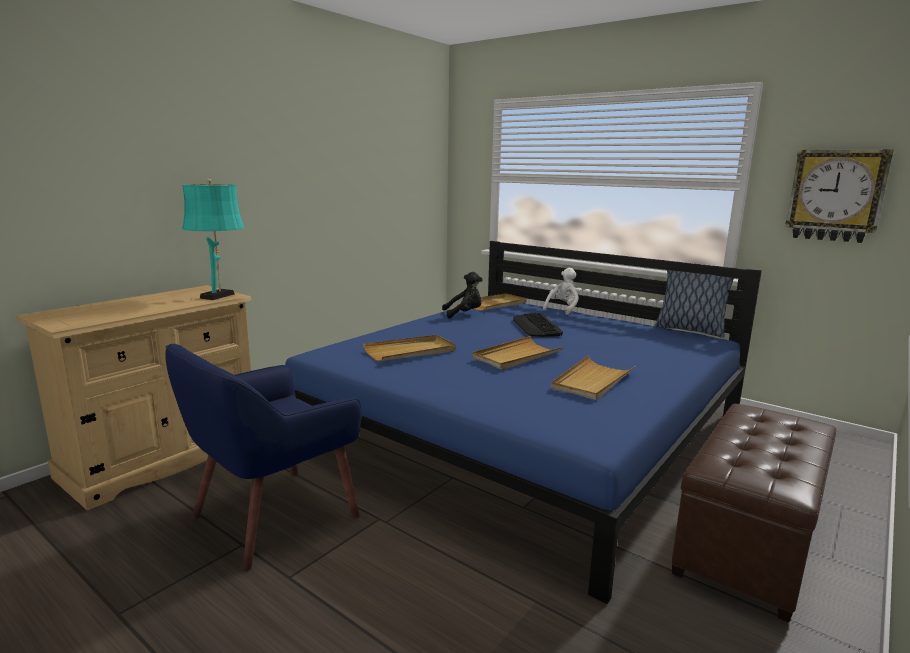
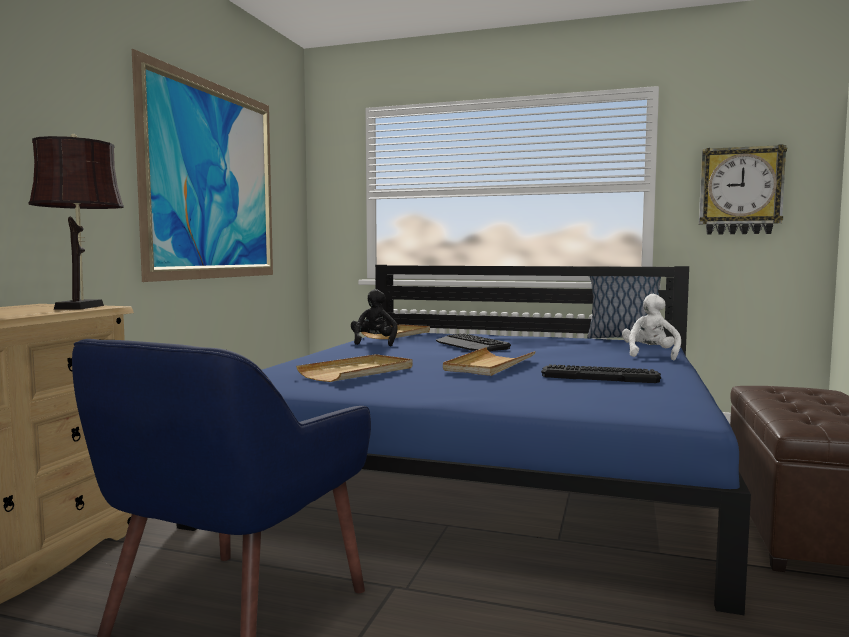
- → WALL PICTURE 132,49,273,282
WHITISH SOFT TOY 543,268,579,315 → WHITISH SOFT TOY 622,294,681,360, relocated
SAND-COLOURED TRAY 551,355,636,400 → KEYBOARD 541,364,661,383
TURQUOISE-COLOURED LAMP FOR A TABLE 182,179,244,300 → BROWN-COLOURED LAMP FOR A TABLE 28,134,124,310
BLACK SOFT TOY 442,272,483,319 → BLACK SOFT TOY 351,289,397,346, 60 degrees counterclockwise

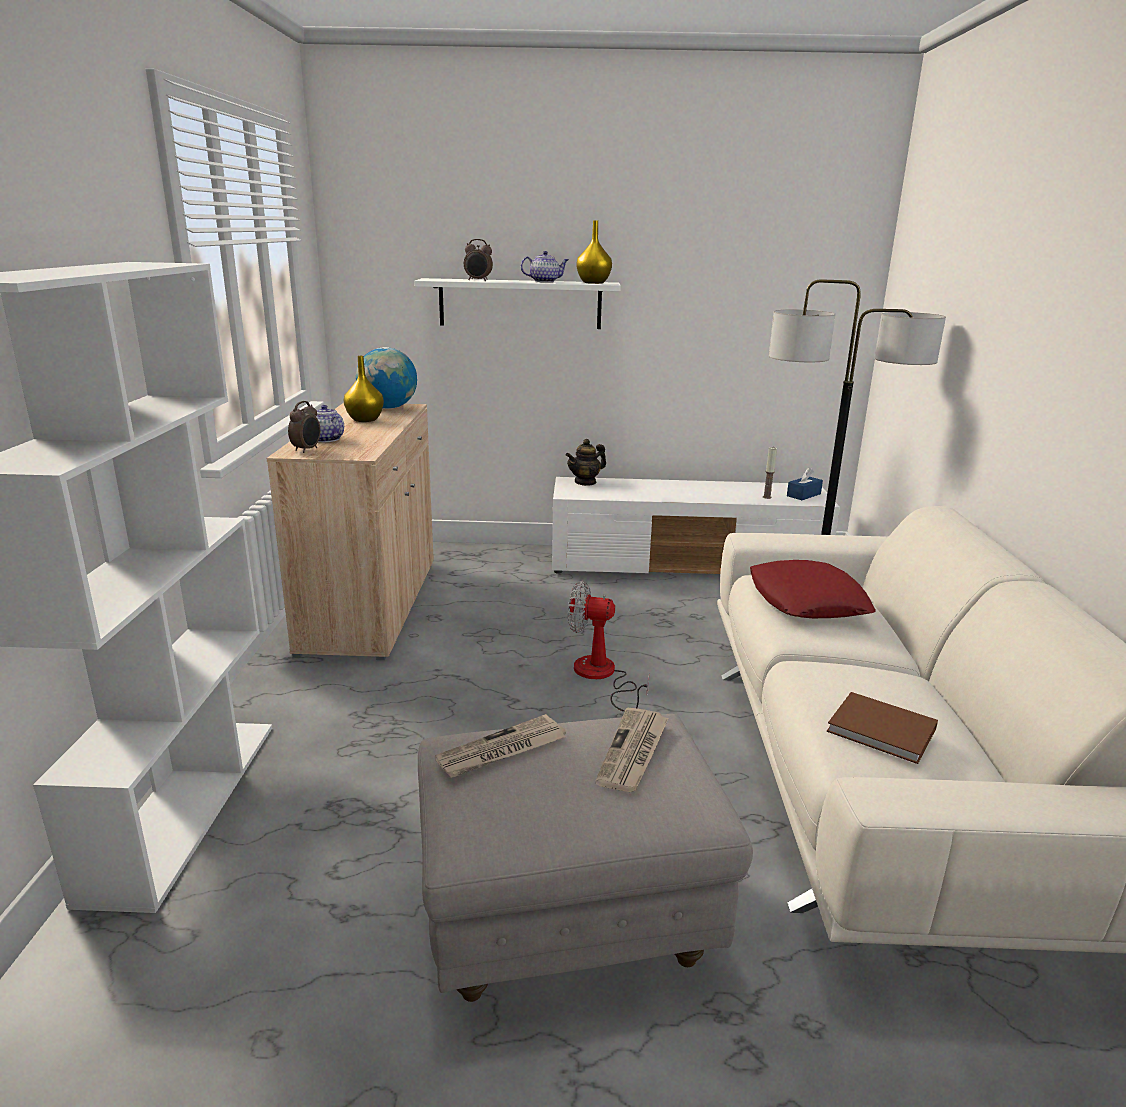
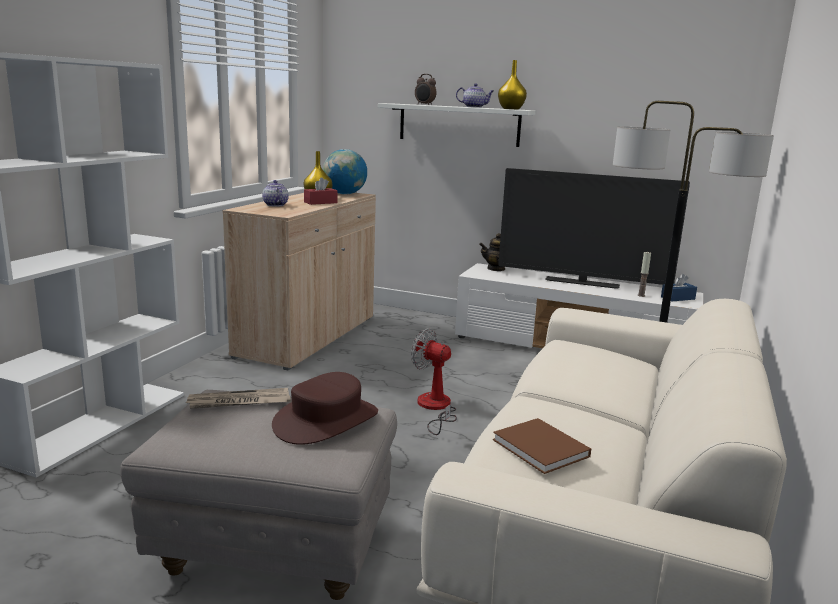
BEDSIDE CLOCK 288,401,320,453 → -
REDDISH THROW PILLOW 750,560,876,618 → -
- → REDDISH BOX OF TISSUES 304,177,338,205
- → TV 498,168,690,289
PRINTED PAPER 595,708,668,792 → BROWN-COLOURED WEARABLE HAT 272,372,378,445

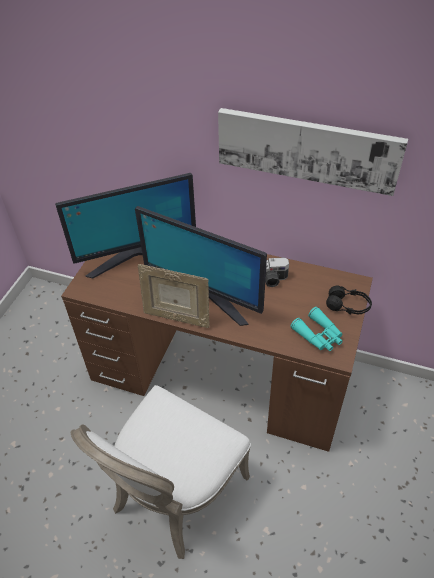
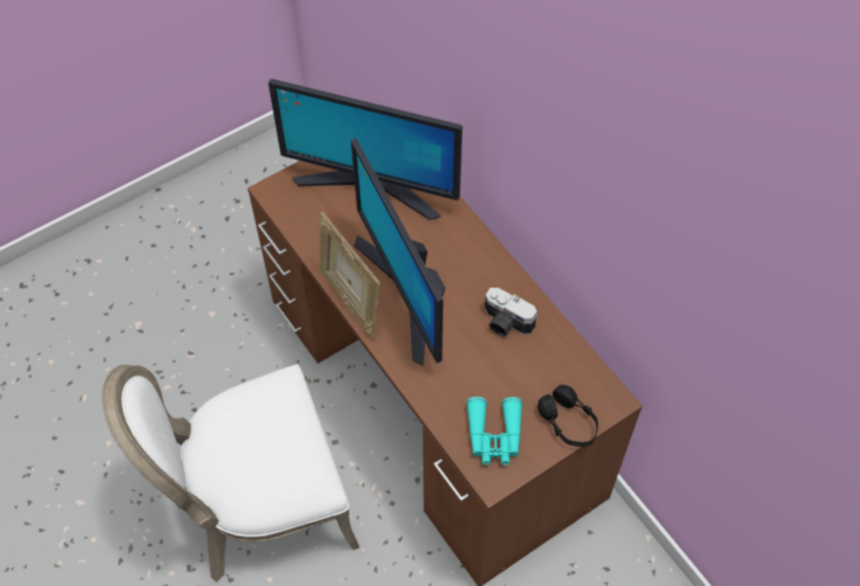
WALL PICTURE 218,108,408,196 → -

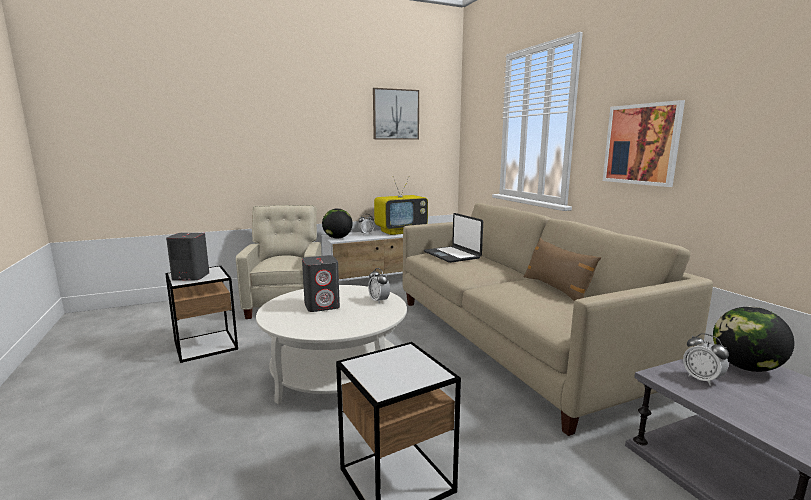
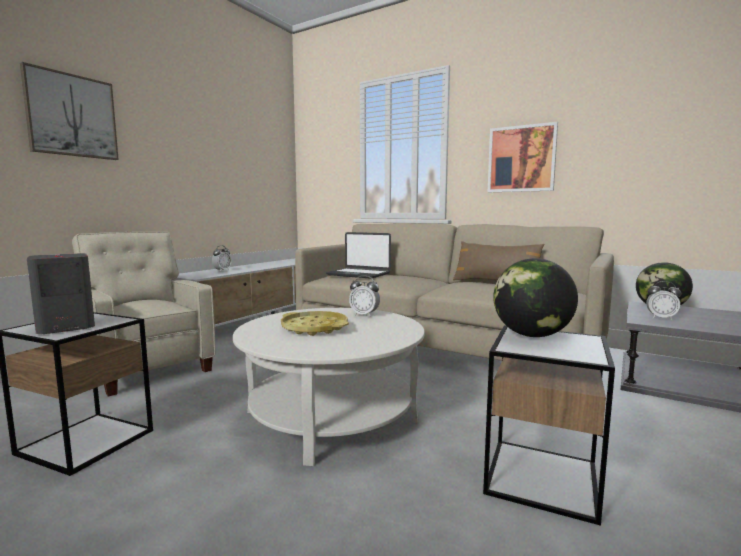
TV 374,176,428,235 → -
GLOBE 322,208,352,239 → GLOBE 493,258,578,337, relocated
WALL PICTURE 373,88,419,140 → WALL PICTURE 20,62,119,160, relocated
GREYISH LOUDSPEAKER 302,255,340,312 → YELLOW-COLOURED TRAY 281,311,349,336

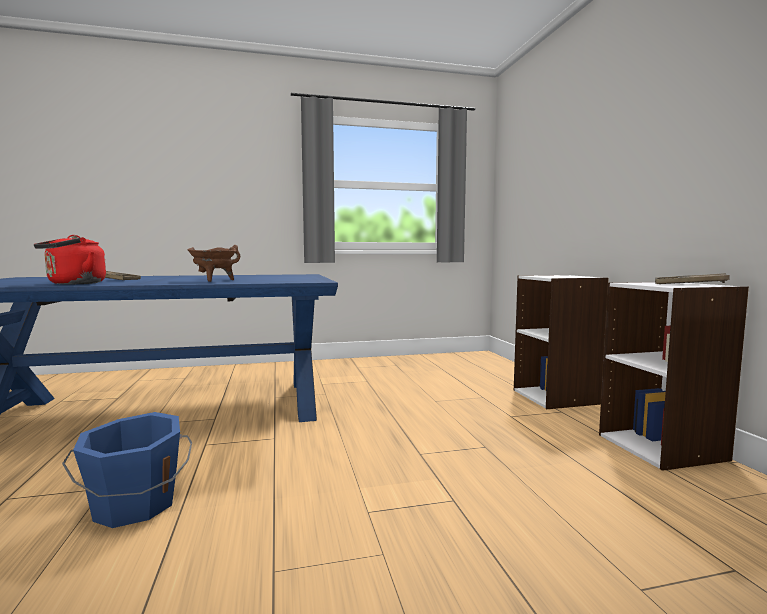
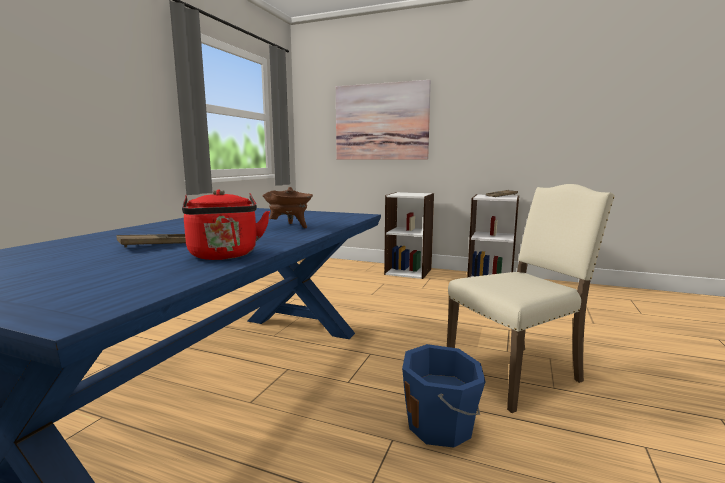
- → WALL PICTURE 336,80,431,160
- → SAND-COLOURED PLAIN CHAIR 447,184,615,413

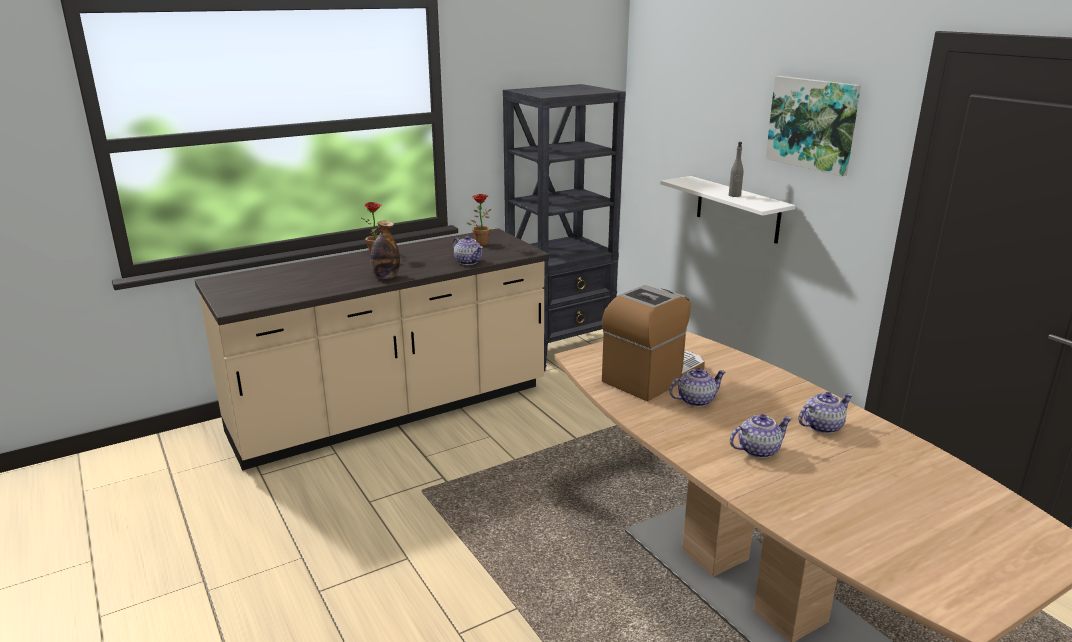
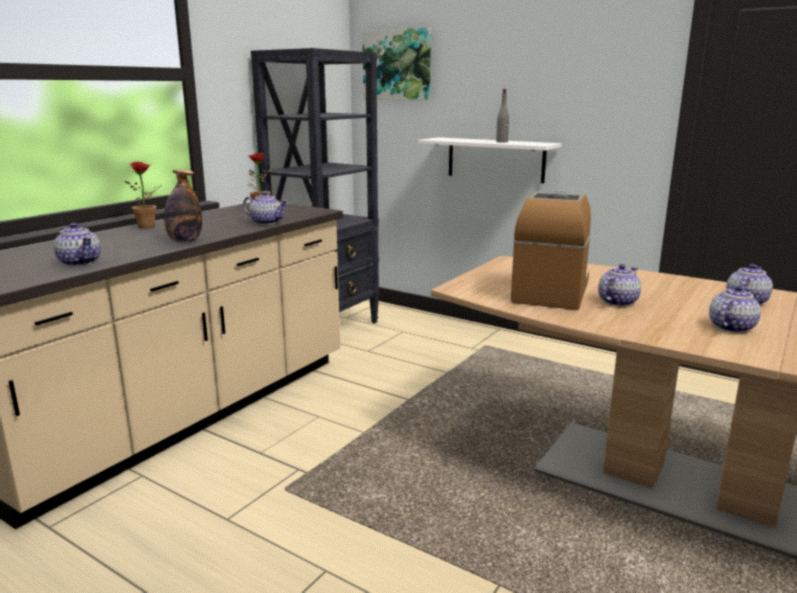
- → POT FOR TEA 54,223,101,266
WALL PICTURE 766,76,861,176 → WALL PICTURE 363,27,431,101, relocated

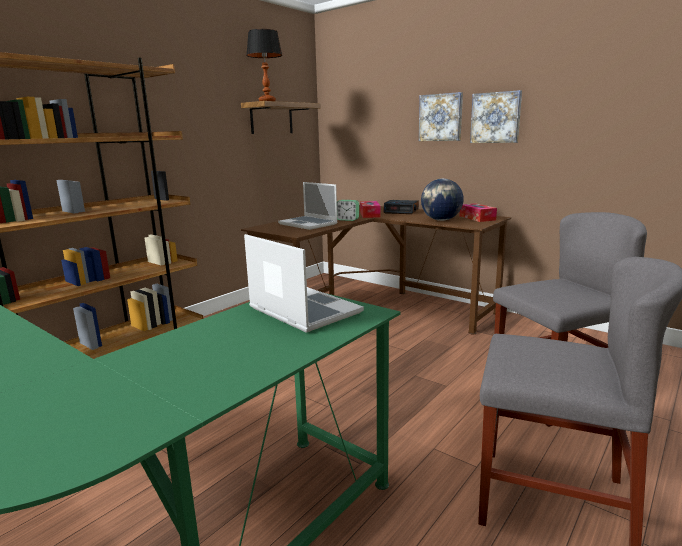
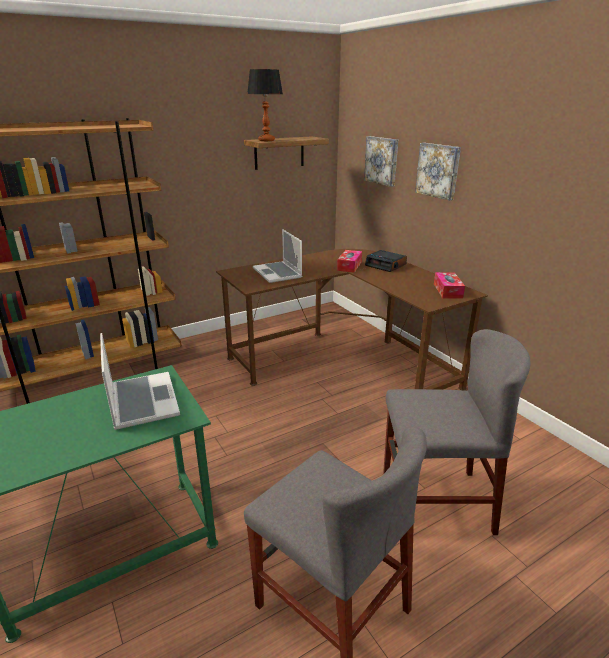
BEDSIDE CLOCK 337,200,359,221 → -
GLOBE 421,179,464,221 → -
WALL PICTURE 470,90,522,143 → WALL PICTURE 364,136,398,187, relocated

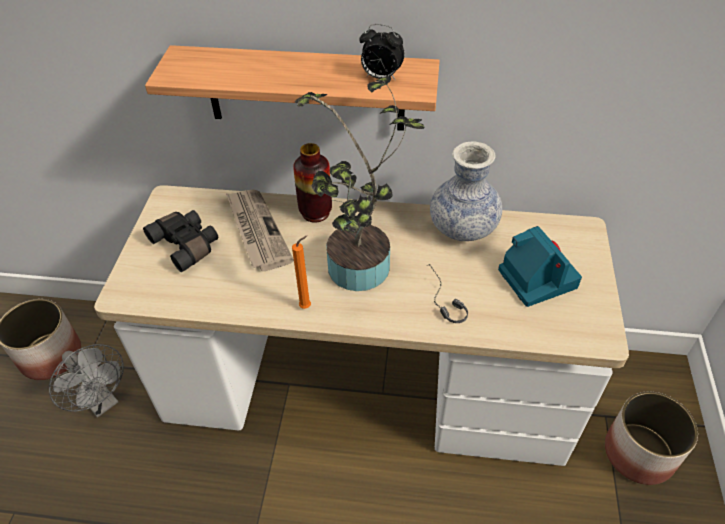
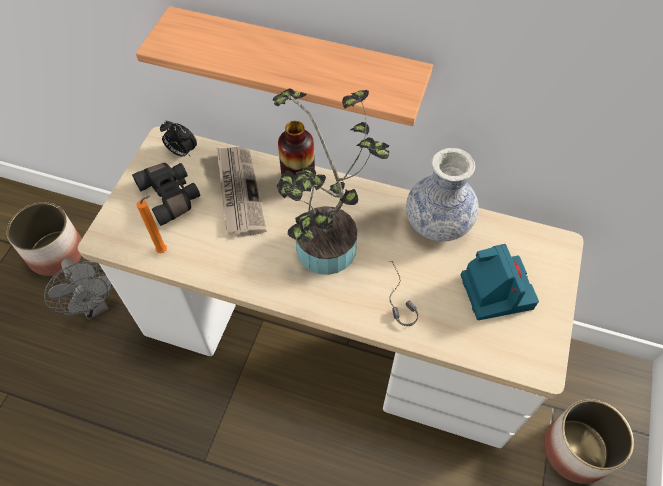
ORANGEY WAX CANDLE 292,236,311,309 → ORANGEY WAX CANDLE 136,196,167,253, relocated
BEDSIDE CLOCK 359,24,405,80 → BEDSIDE CLOCK 160,120,197,157, relocated

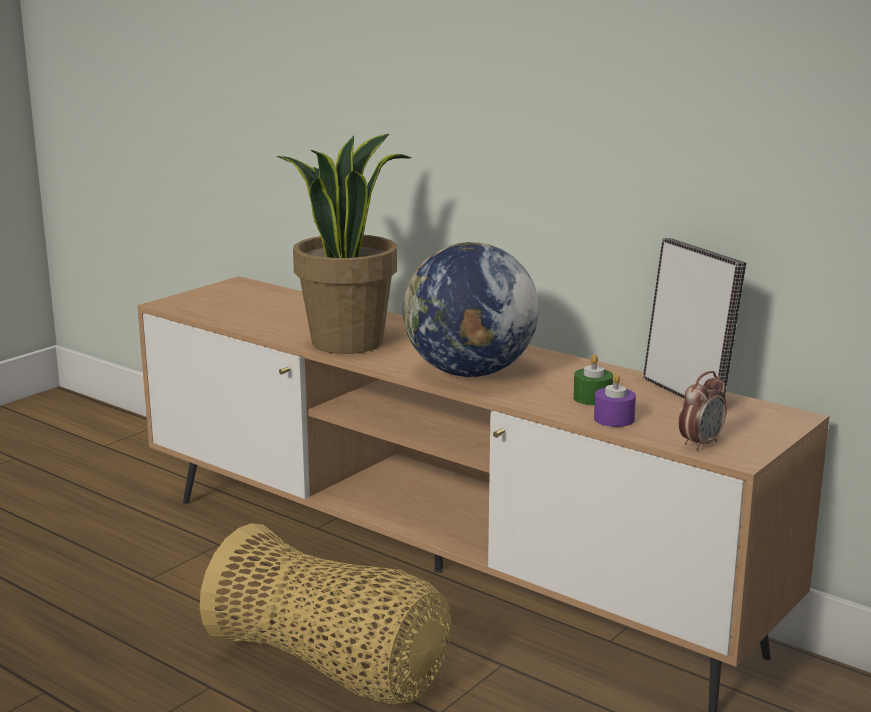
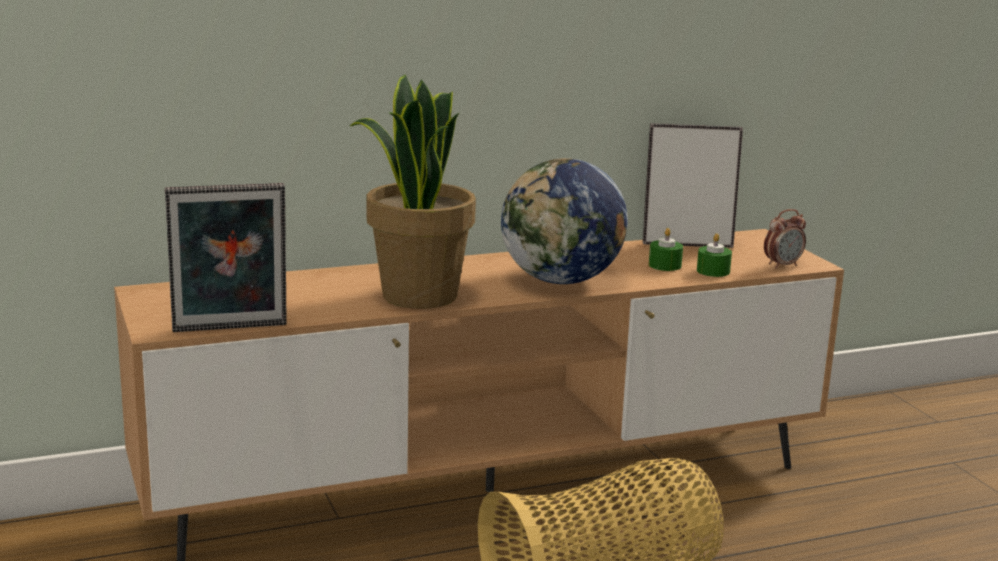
- → PHOTO FRAME 165,183,287,332
PURPLISH WAX CANDLE 594,373,636,427 → GREEN-COLOURED WAX CANDLE 697,233,732,277
BEDSIDE CLOCK 679,371,727,451 → BEDSIDE CLOCK 764,209,806,269, 75 degrees clockwise

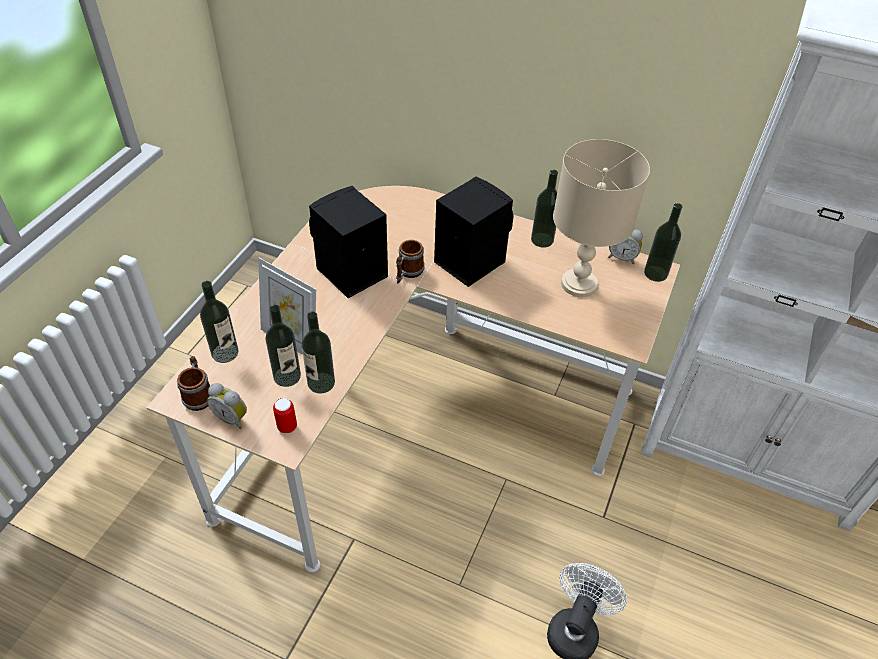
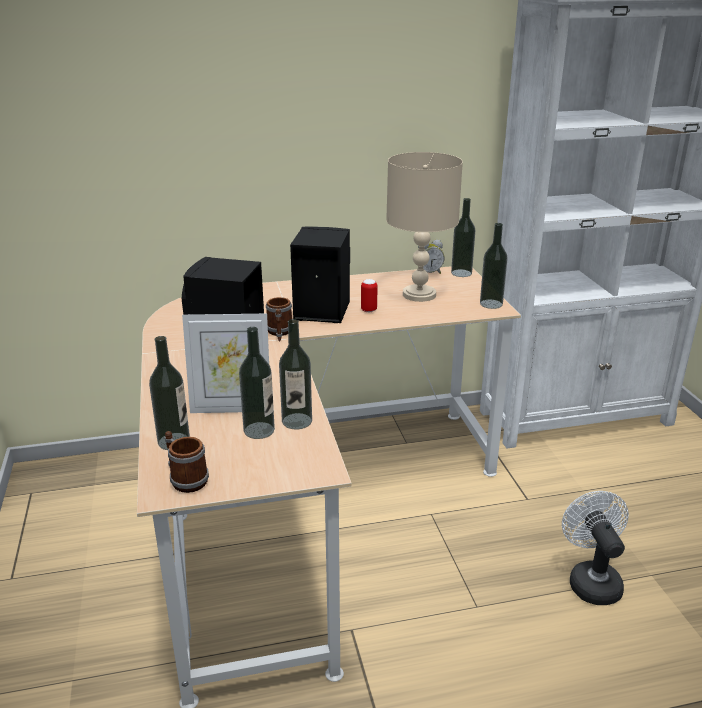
BEDSIDE CLOCK 207,383,247,429 → -
METAL CAN 273,398,297,433 → METAL CAN 361,279,378,312, relocated
BOTTLE 531,170,558,248 → BOTTLE 480,223,508,309, relocated

